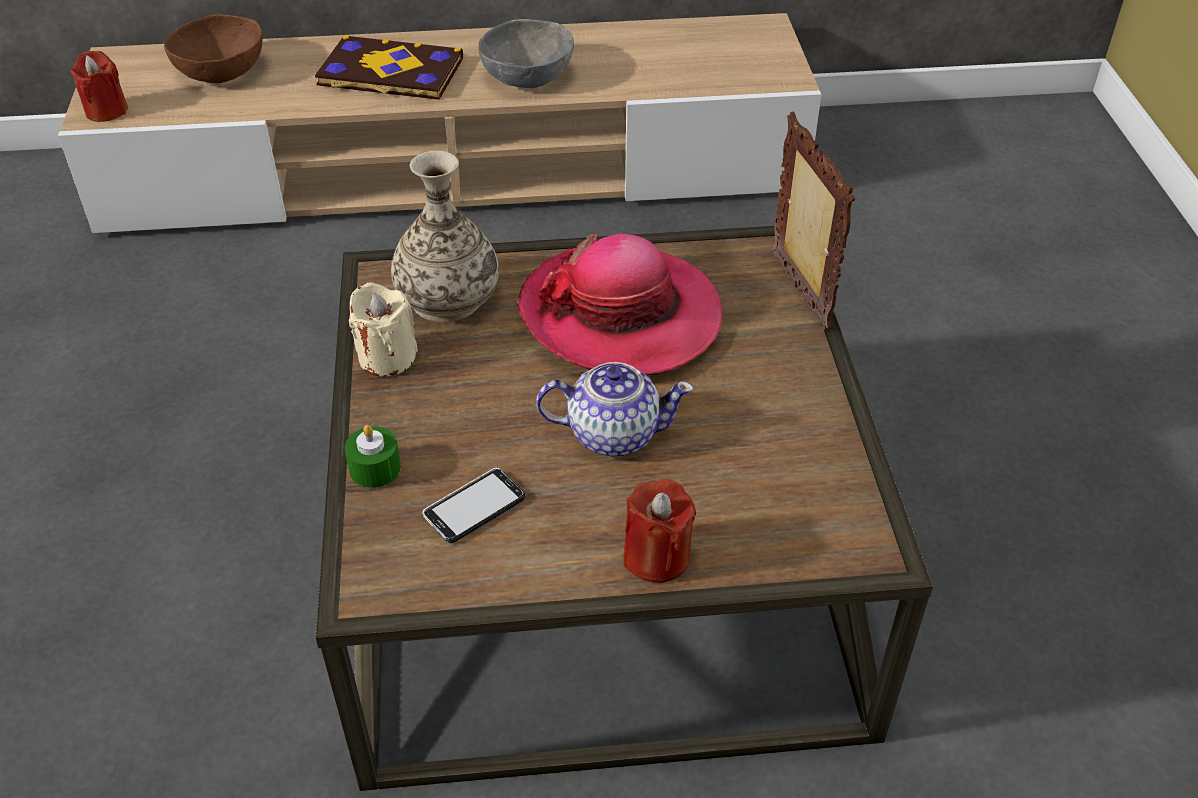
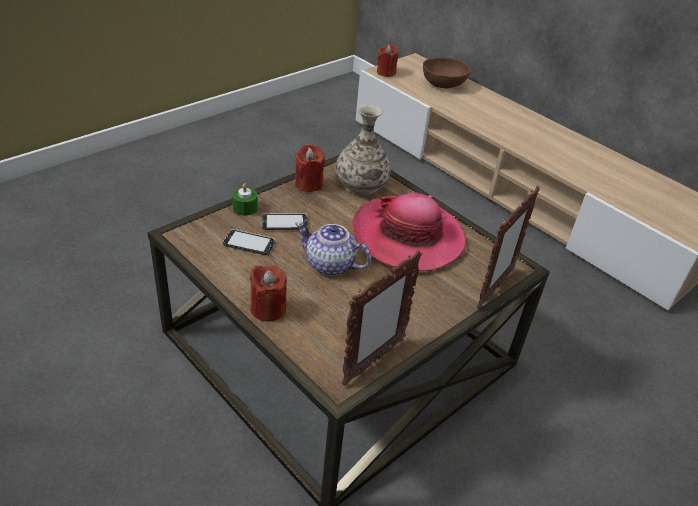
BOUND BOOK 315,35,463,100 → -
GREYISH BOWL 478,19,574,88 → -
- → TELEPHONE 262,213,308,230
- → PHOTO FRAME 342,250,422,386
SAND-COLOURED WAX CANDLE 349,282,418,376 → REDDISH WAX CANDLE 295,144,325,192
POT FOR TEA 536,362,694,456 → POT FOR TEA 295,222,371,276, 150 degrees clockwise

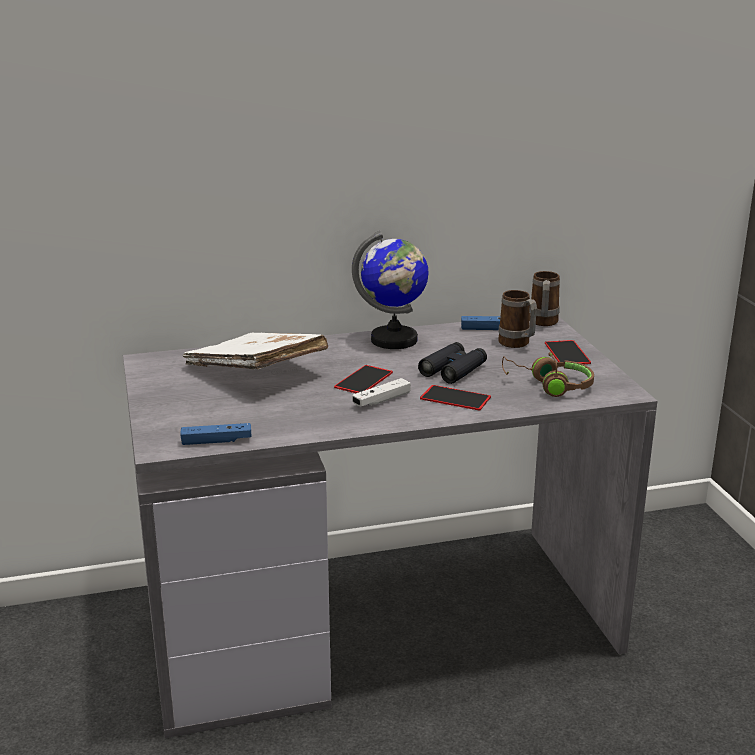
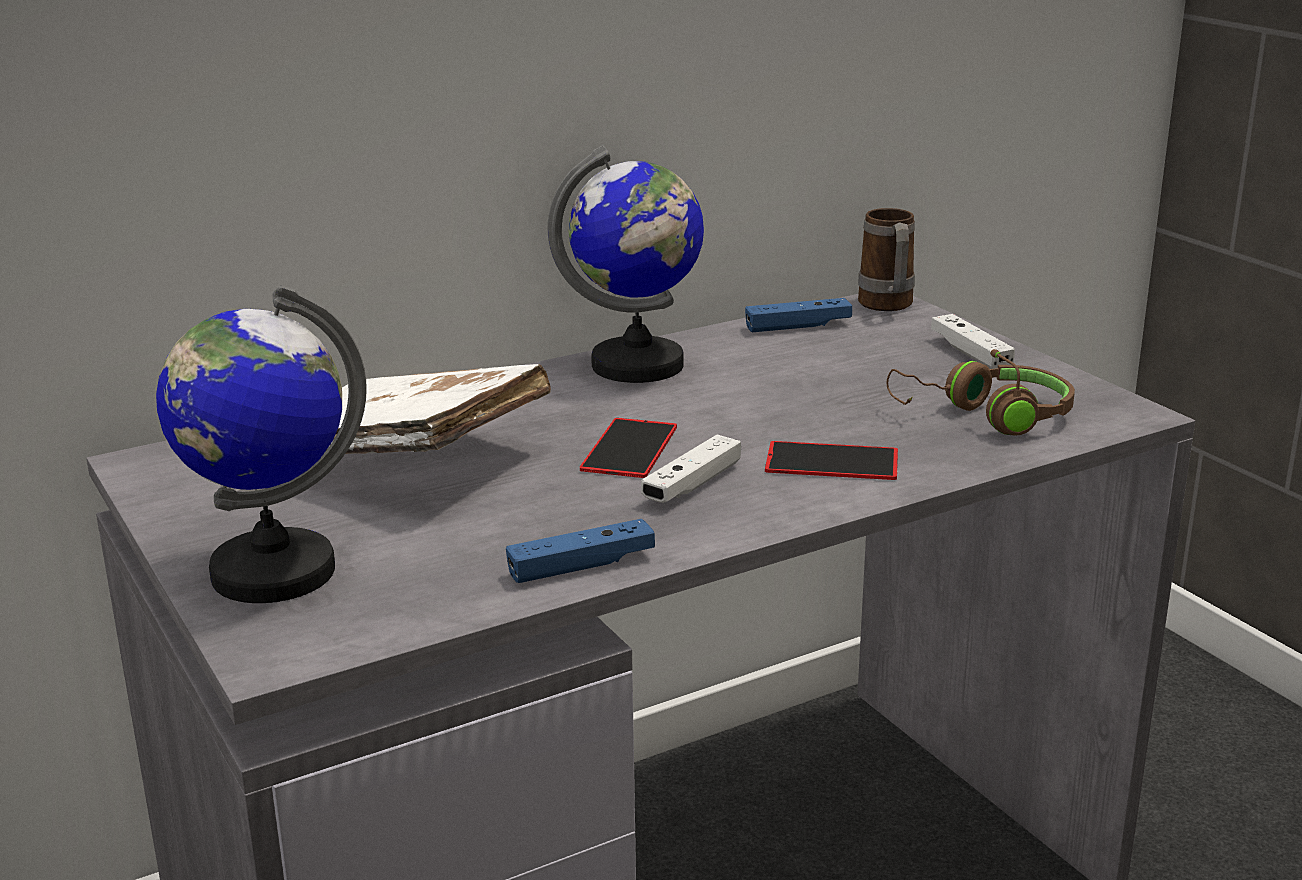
BLACK BINOCULARS 418,342,487,384 → -
MUG 498,290,537,348 → -
- → GLOBE 156,286,367,603
BLUE-COLOURED GAME CONTROLLER 180,423,251,445 → BLUE-COLOURED GAME CONTROLLER 506,519,655,583, relocated
TELEPHONE 545,340,591,364 → WHITISH GAME CONTROLLER 931,314,1015,369

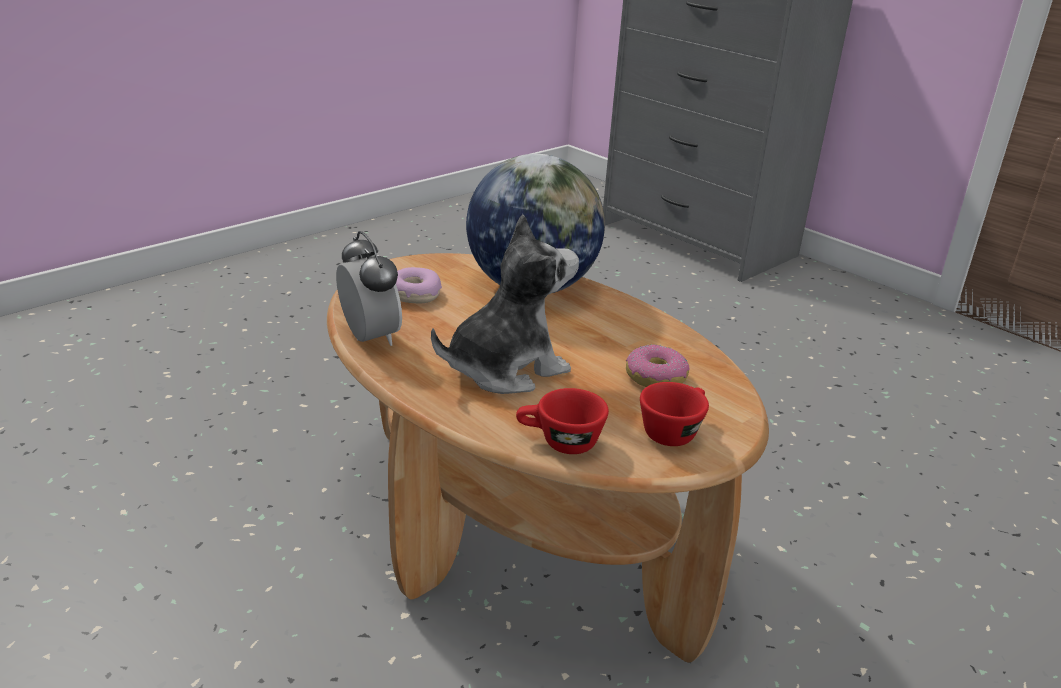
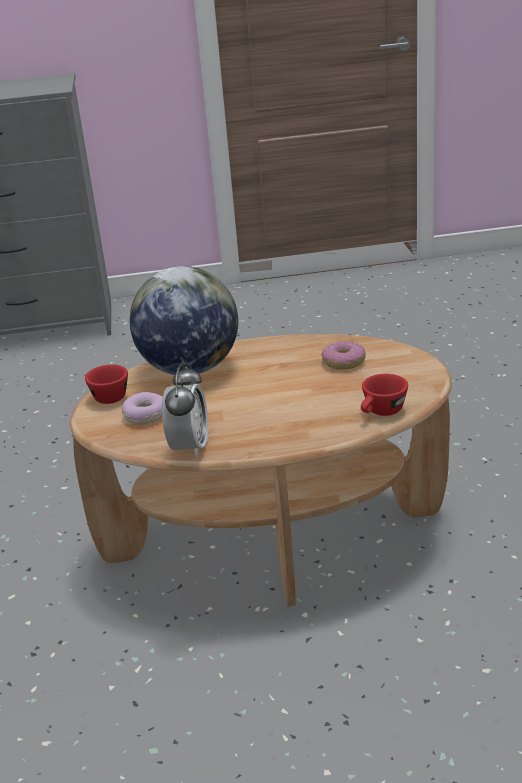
SOFT TOY 431,214,579,394 → -
REDDISH DRINKING CUP 640,382,709,446 → REDDISH DRINKING CUP 85,365,128,404, relocated
BEDSIDE CLOCK 336,231,402,346 → BEDSIDE CLOCK 162,364,208,458, 90 degrees clockwise

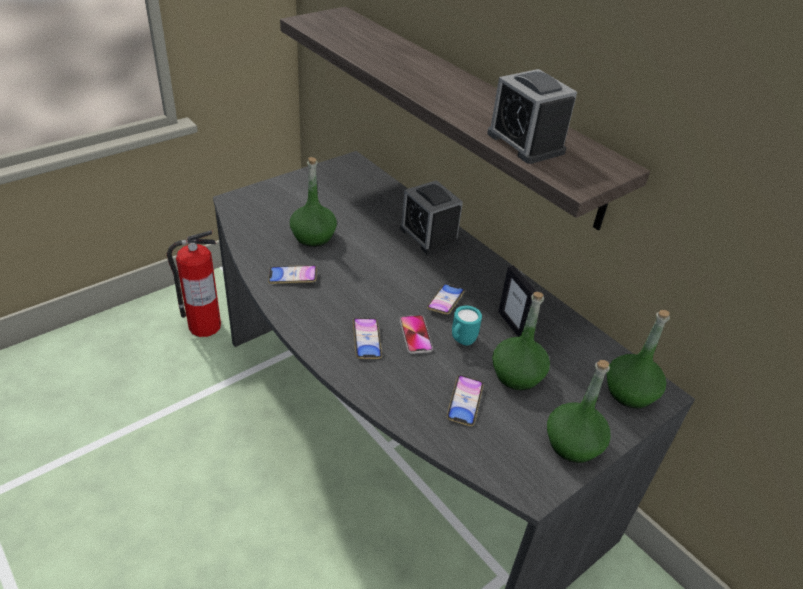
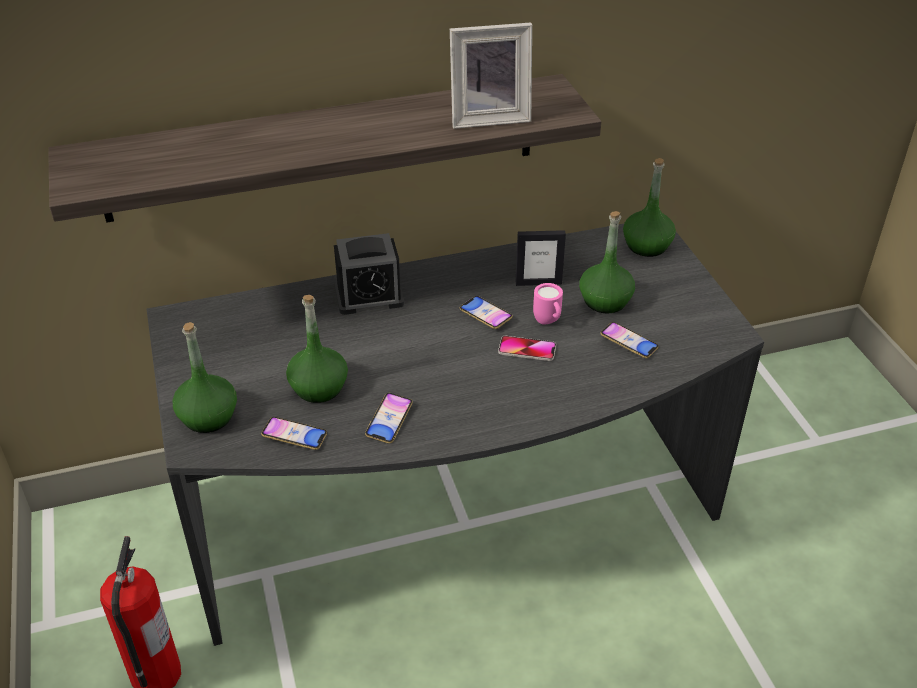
TELEPHONE 353,318,382,359 → TELEPHONE 261,417,327,450, relocated
GREEN-COLOURED BOTTLE 547,360,611,463 → GREEN-COLOURED BOTTLE 173,322,237,433, relocated
BEDSIDE CLOCK 487,69,577,164 → PHOTO FRAME 450,23,532,129
TURQUOISE-COLOURED MUG 452,306,482,346 → PINK MUG 533,283,563,324

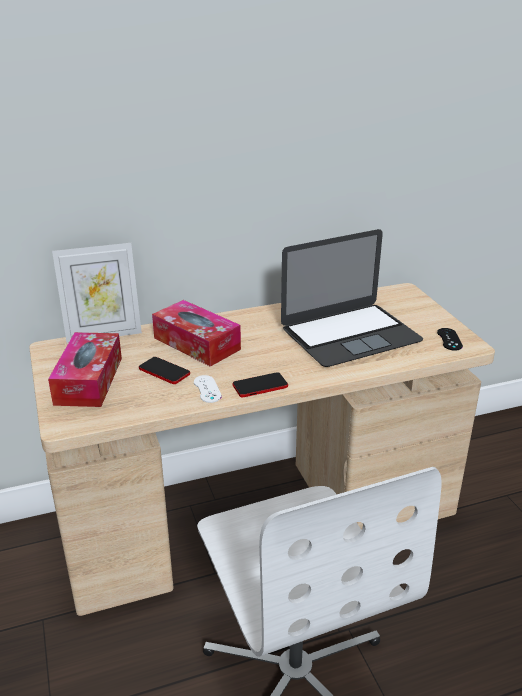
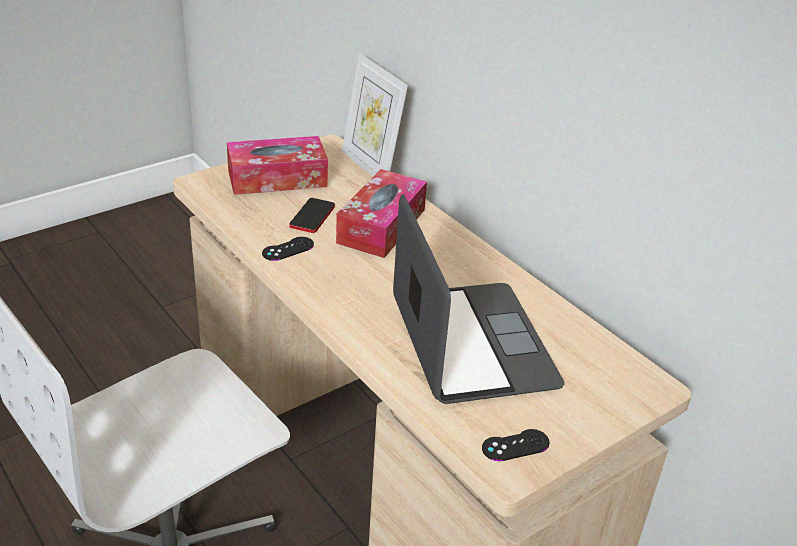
TELEPHONE 233,372,288,397 → -
WHITISH GAME CONTROLLER 194,375,222,403 → BLACK GAME CONTROLLER 262,237,314,261
NOTEBOOK COMPUTER 281,229,423,367 → NOTEBOOK COMPUTER 393,194,565,404, 150 degrees counterclockwise

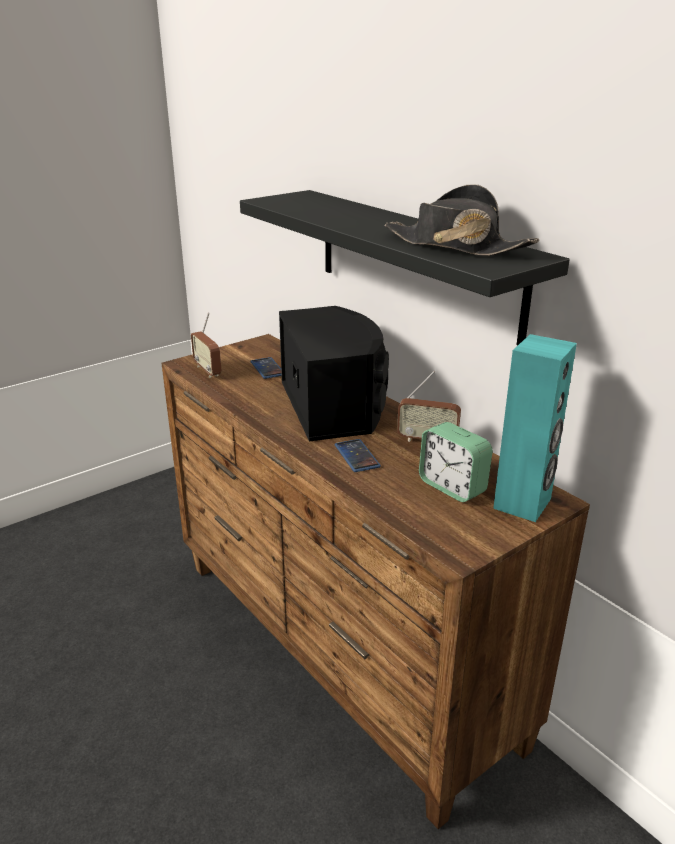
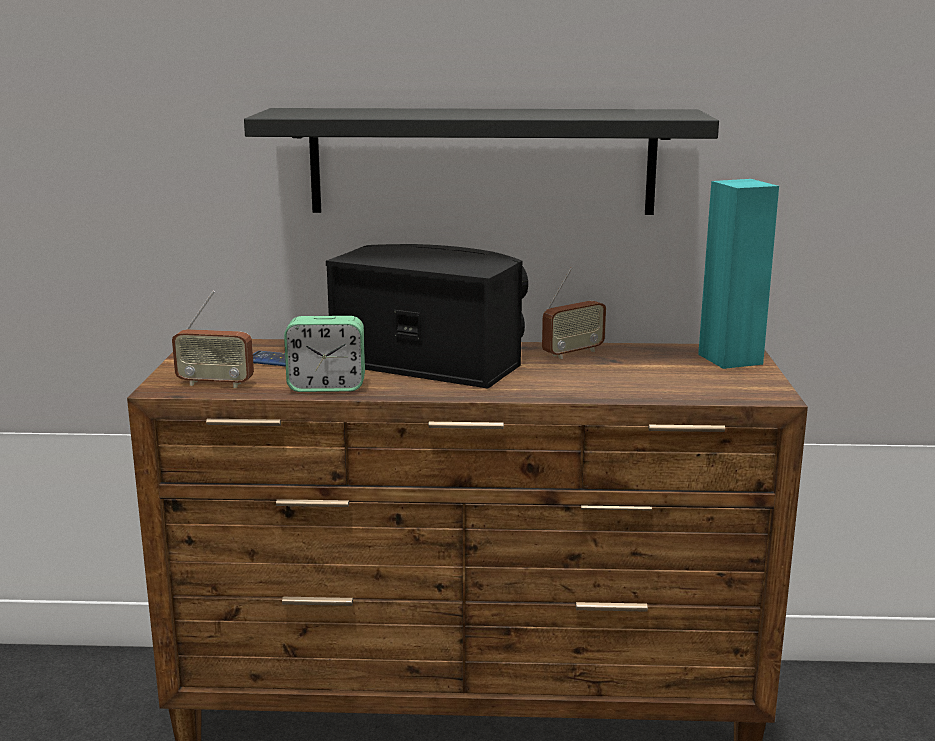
TELEPHONE 335,439,381,472 → -
BLACK WEARABLE HAT 385,184,539,256 → -
BEDSIDE CLOCK 419,422,493,502 → BEDSIDE CLOCK 284,316,365,392, relocated

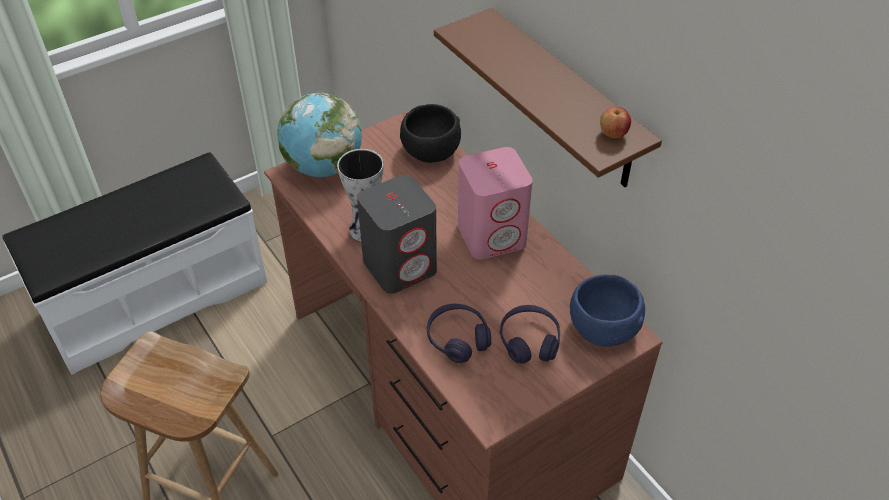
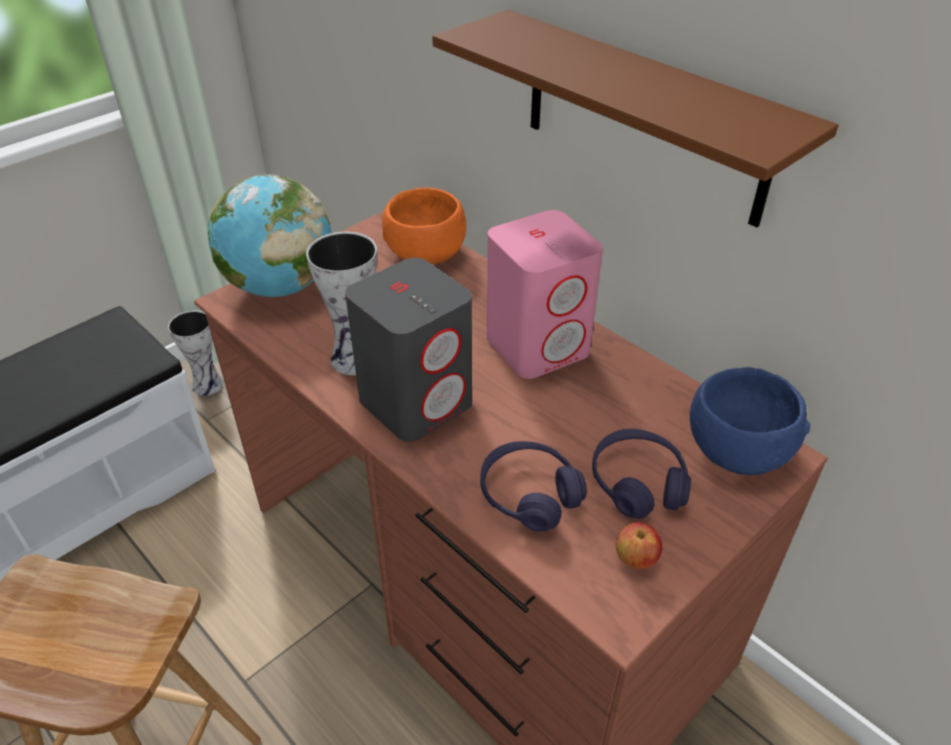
- → DECORATIVE VASE 168,311,224,396
WHOLE APPLE 600,107,631,138 → WHOLE APPLE 616,522,662,569, relocated
BLACK BOWL 400,104,461,163 → ORANGEY BOWL 382,188,466,264

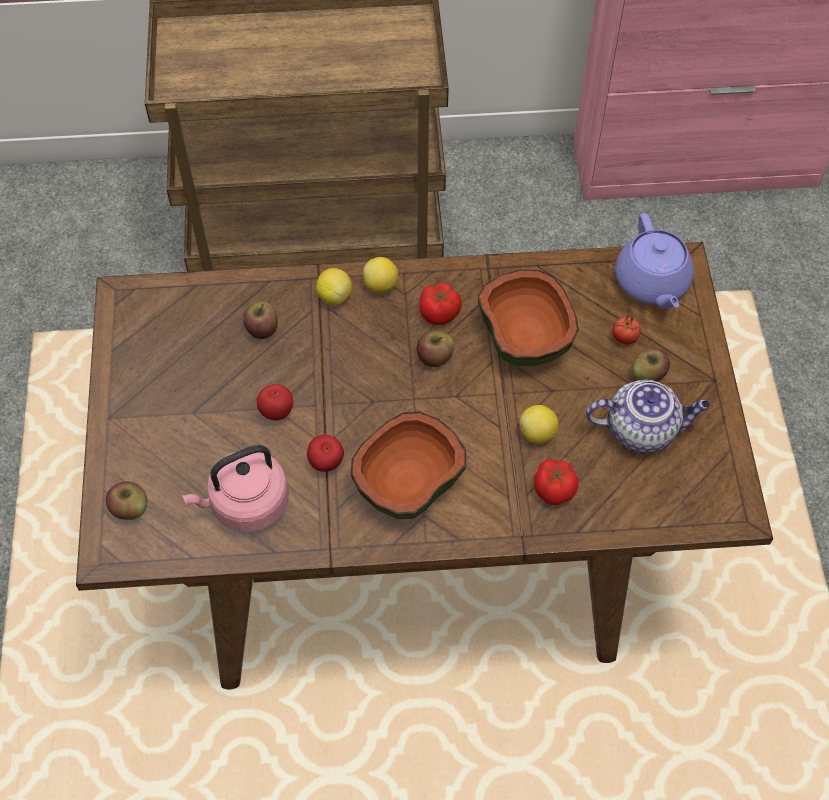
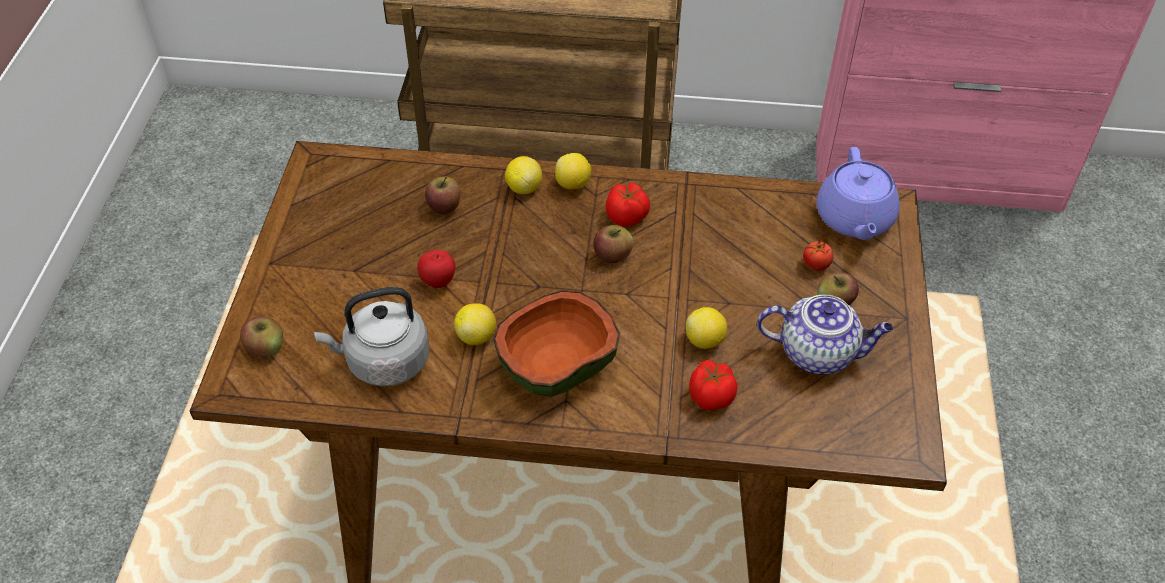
BOWL 478,269,579,366 → -
WHOLE APPLE 307,435,344,472 → WHOLE LEMON 454,303,496,345
PINK KETTLE 182,445,289,532 → GREYISH KETTLE 314,287,429,387

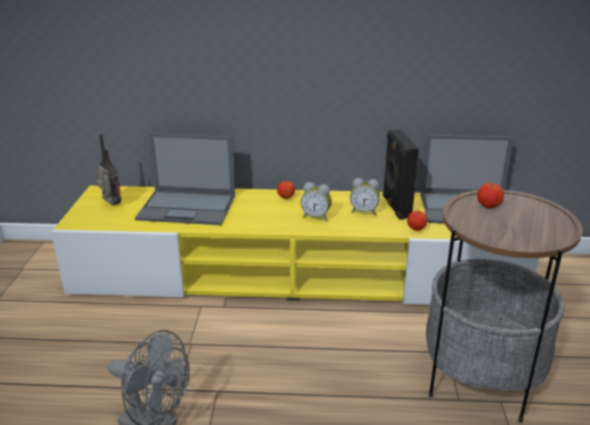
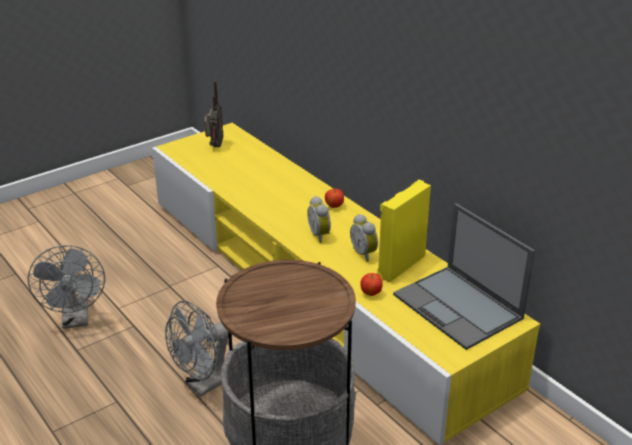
NOTEBOOK COMPUTER 135,133,235,225 → -
WHOLE APPLE 477,183,504,209 → -
- → GREYISH ELECTRIC FAN 165,301,228,397
BLACK LOUDSPEAKER 383,129,419,220 → YELLOW-COLOURED LOUDSPEAKER 377,180,431,282

